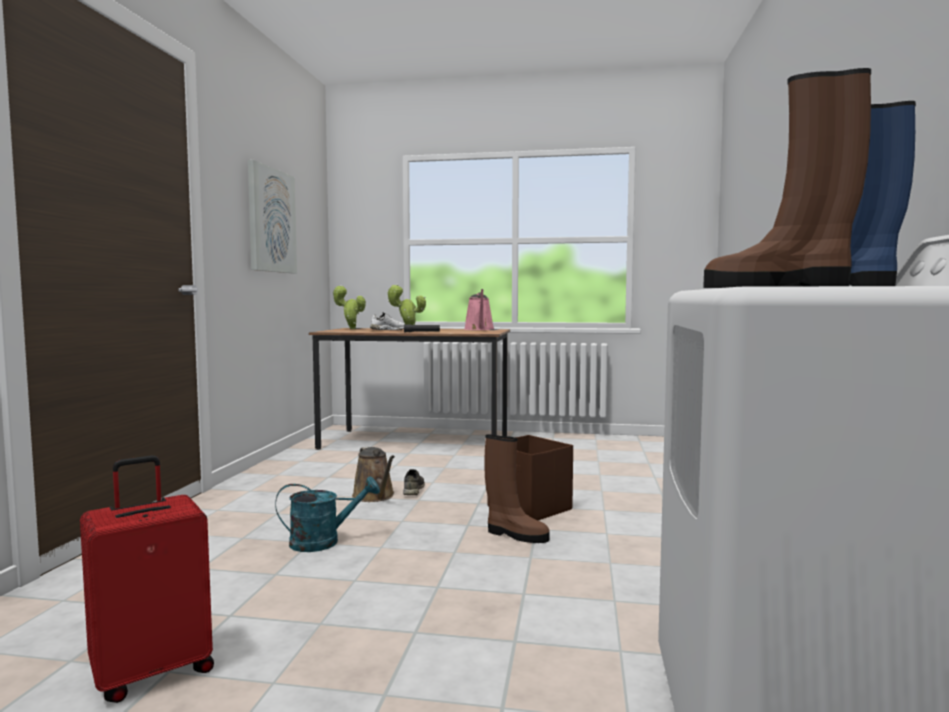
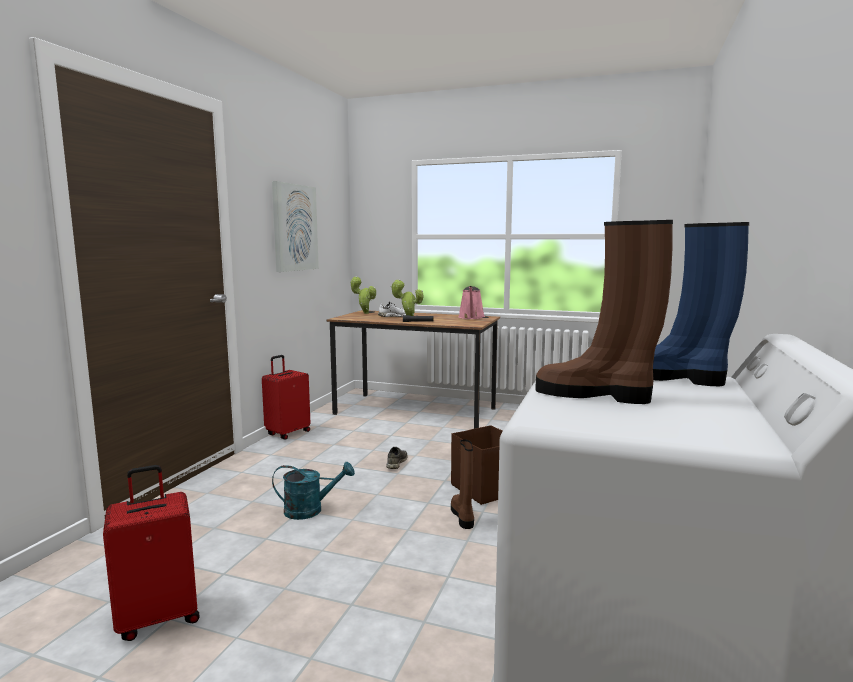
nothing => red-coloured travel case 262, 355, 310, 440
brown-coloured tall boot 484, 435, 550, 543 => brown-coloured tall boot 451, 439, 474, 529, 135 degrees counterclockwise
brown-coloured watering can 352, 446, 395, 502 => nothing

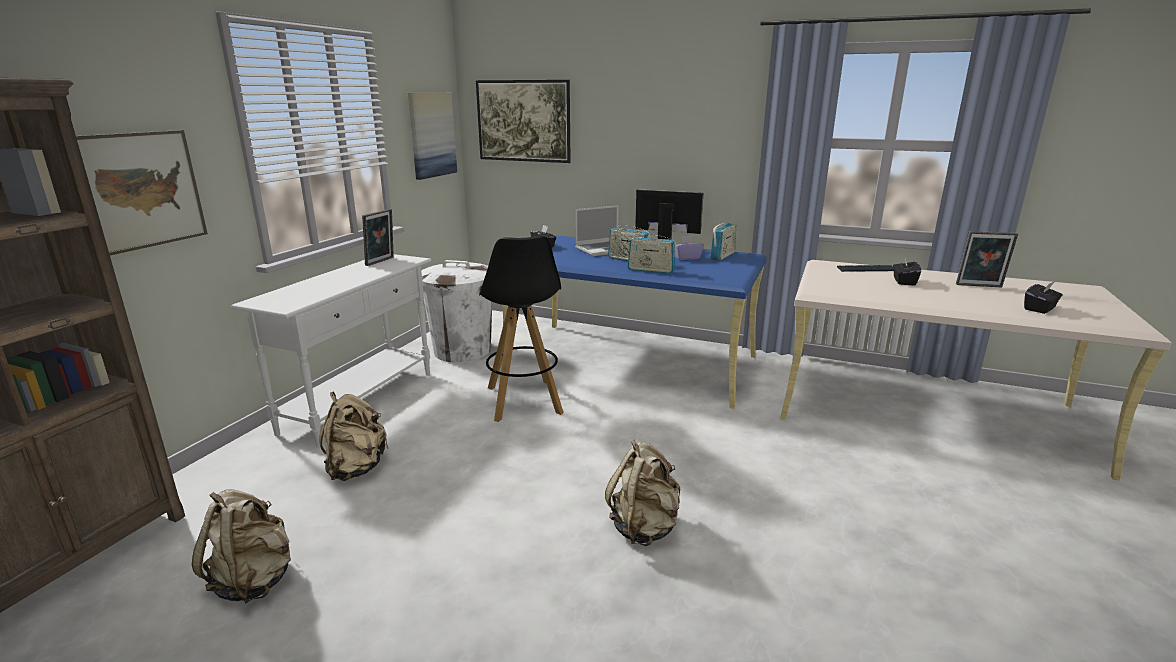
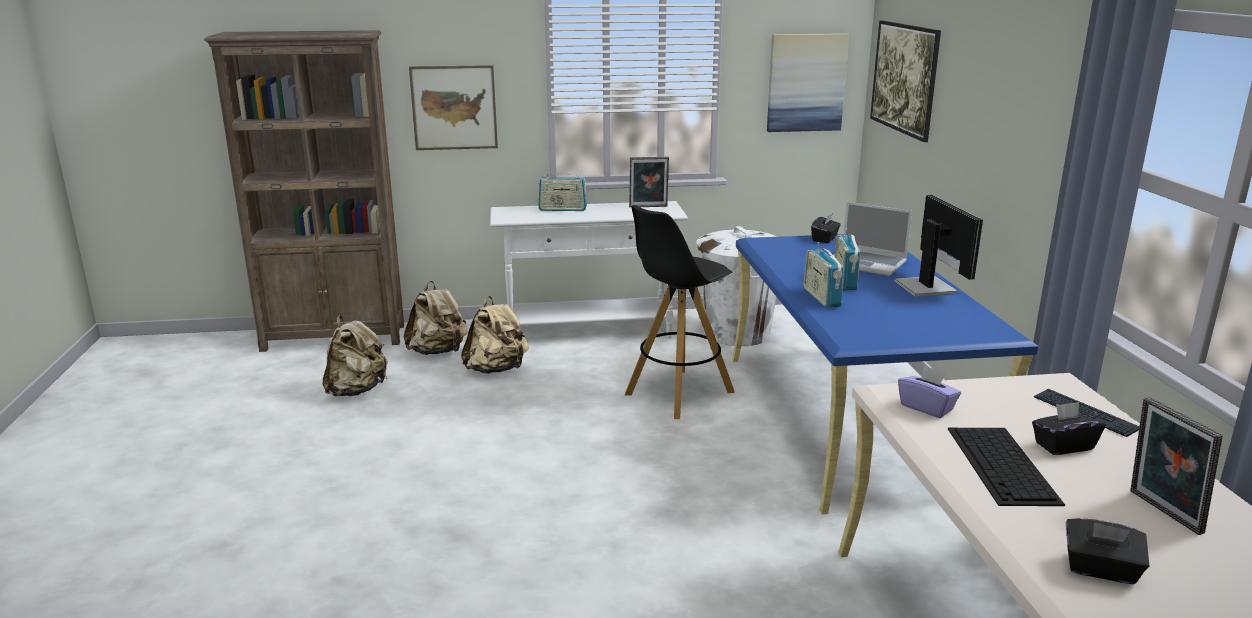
sand-coloured knapsack 605, 440, 680, 546 => sand-coloured knapsack 404, 281, 468, 355, move
radio set 710, 222, 737, 261 => radio set 538, 170, 587, 211, move
purple-coloured box of tissues 675, 235, 704, 260 => purple-coloured box of tissues 898, 365, 961, 418, move
nothing => computer keyboard 948, 428, 1065, 506

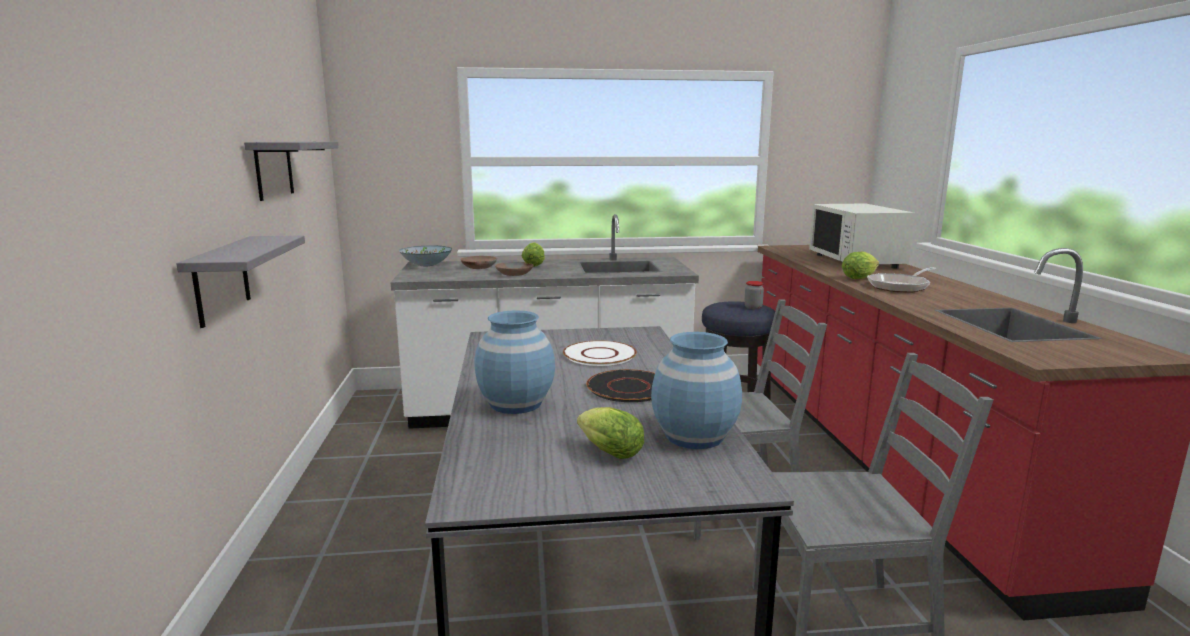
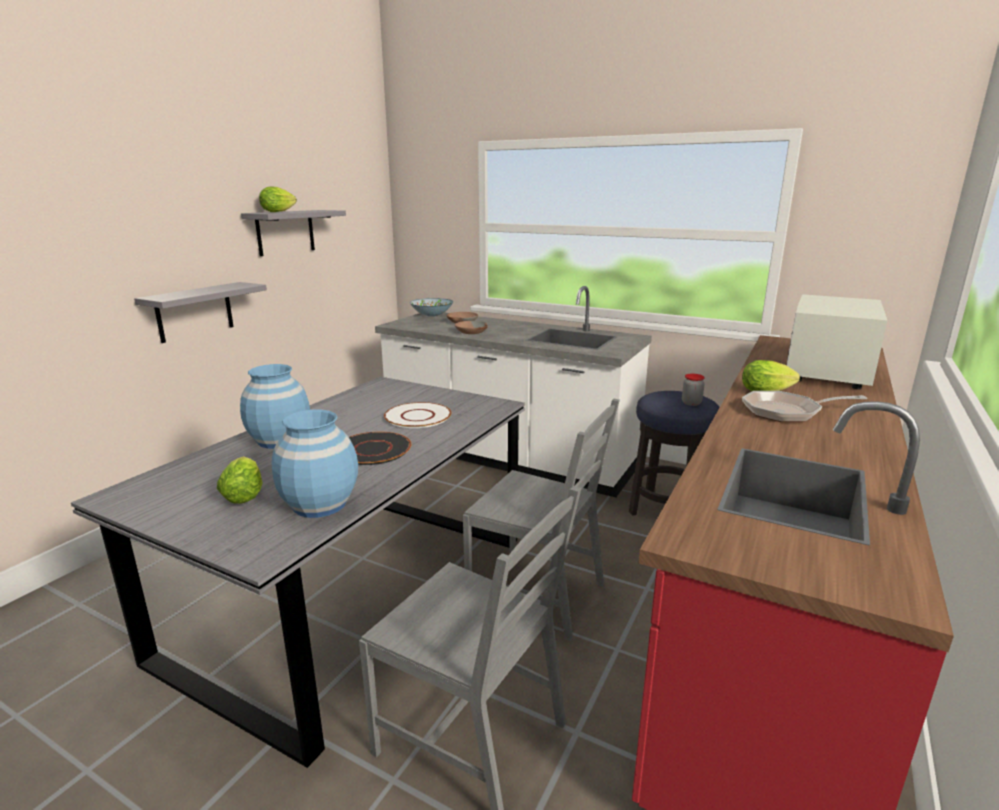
head of lettuce 521, 242, 545, 267 => head of lettuce 259, 187, 297, 212, move

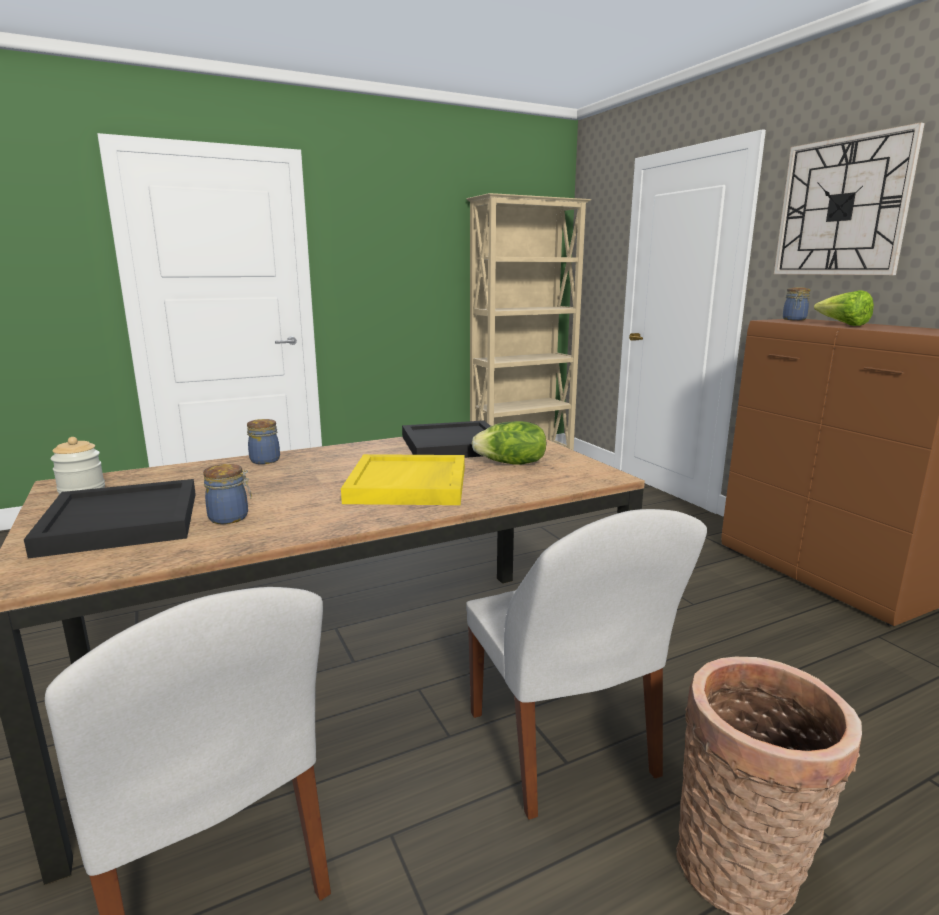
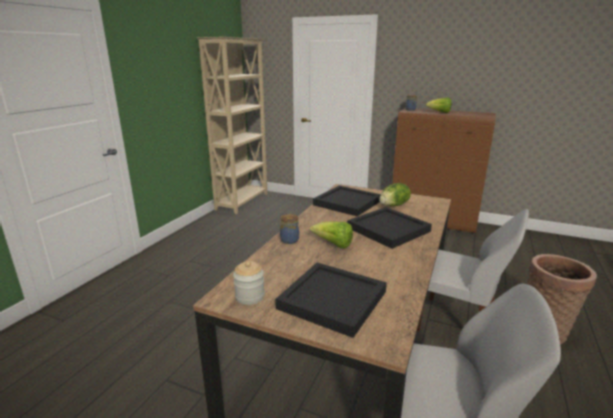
nothing => head of lettuce 310, 221, 353, 248
yellow serving tray 341, 454, 465, 505 => black serving tray 347, 207, 432, 249
preserve jar 203, 464, 252, 524 => nothing
hanging clock 774, 122, 925, 275 => nothing

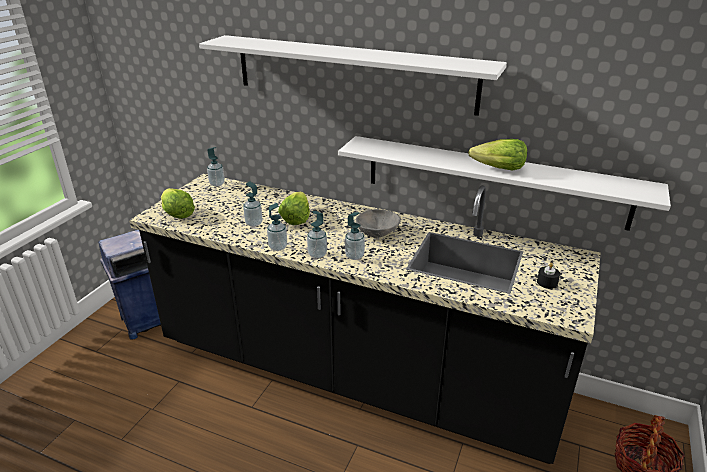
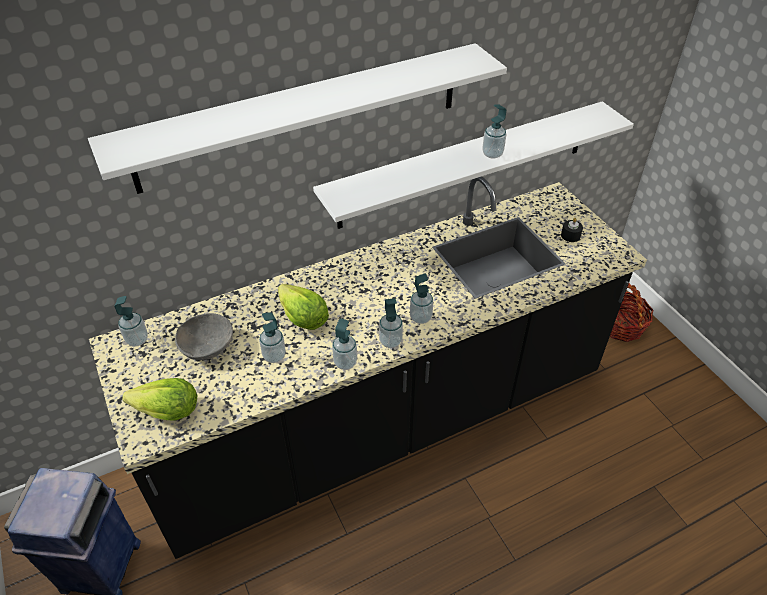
gray deep dish 356, 209, 400, 237 => gray deep dish 175, 313, 233, 360, move
head of lettuce 468, 139, 527, 171 => liquid soap bottle 482, 104, 506, 159

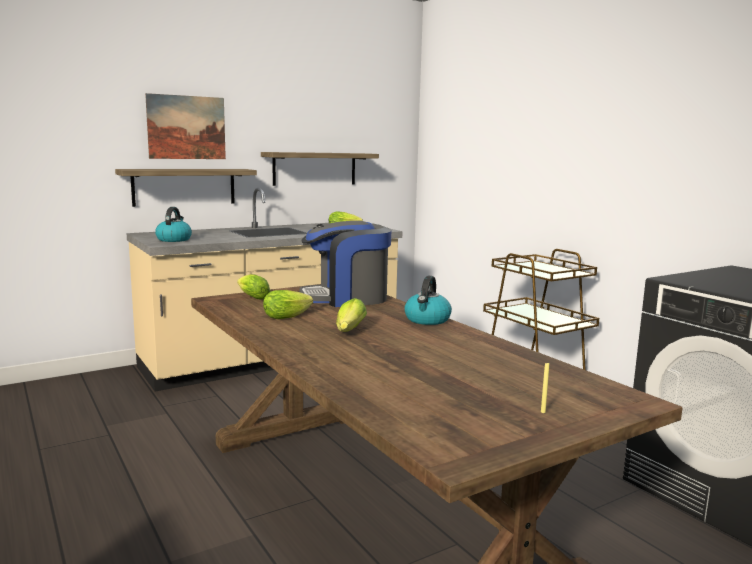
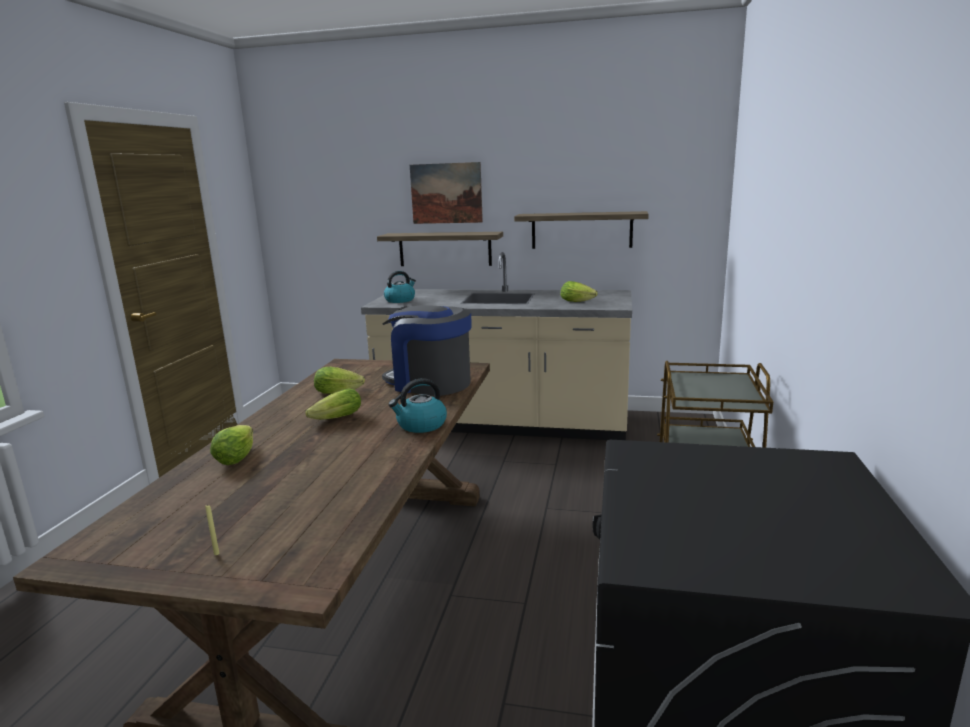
head of lettuce 237, 274, 270, 300 => head of lettuce 210, 425, 253, 465, move

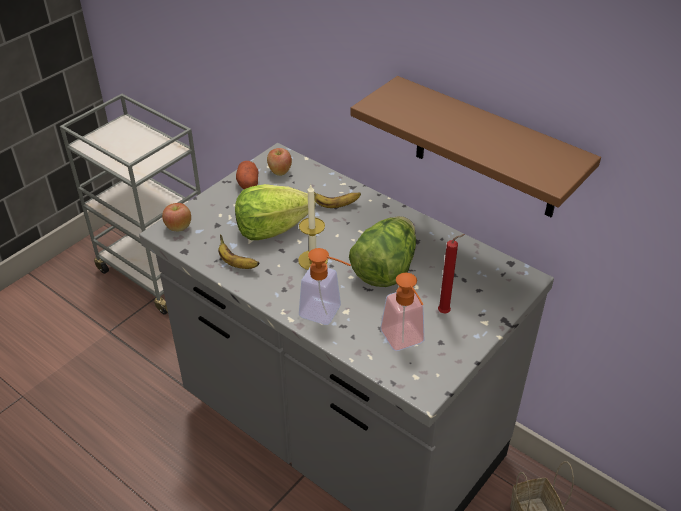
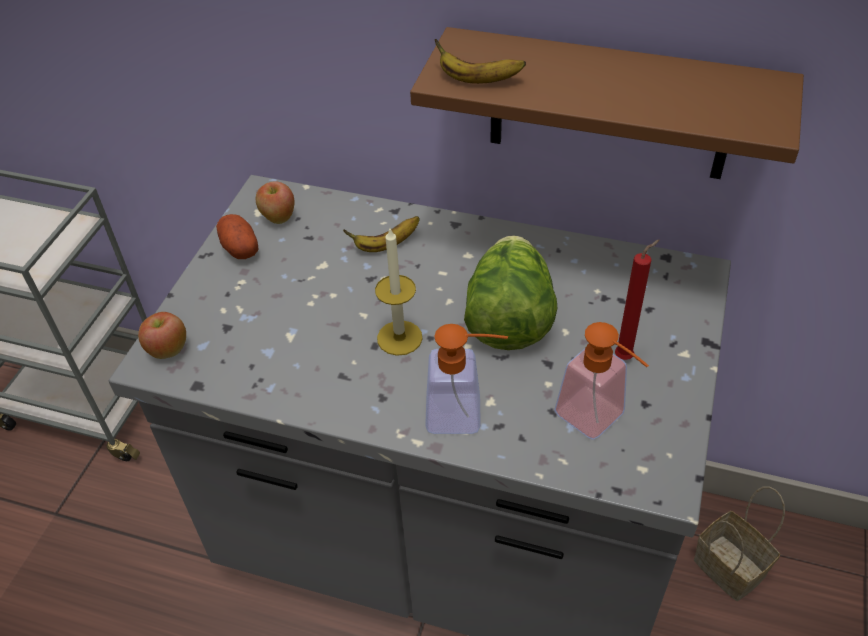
banana fruit 218, 234, 259, 269 => banana fruit 435, 39, 526, 84, move
head of lettuce 235, 184, 316, 240 => nothing

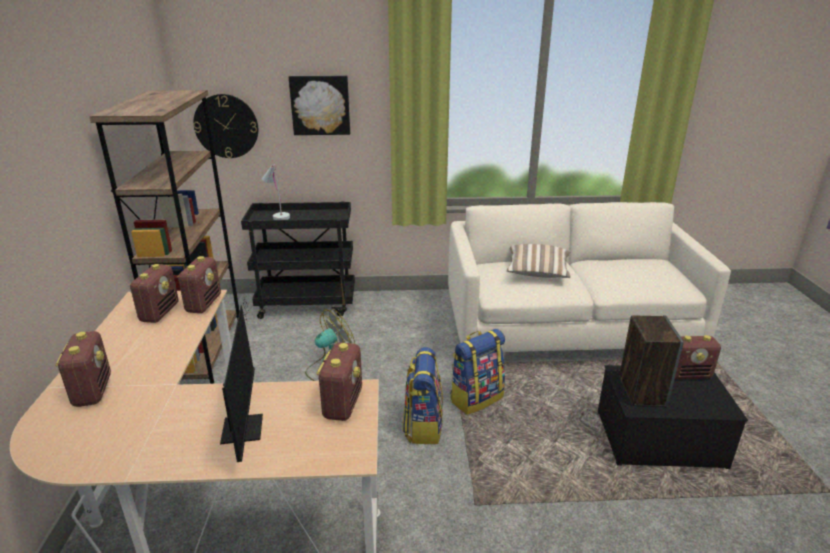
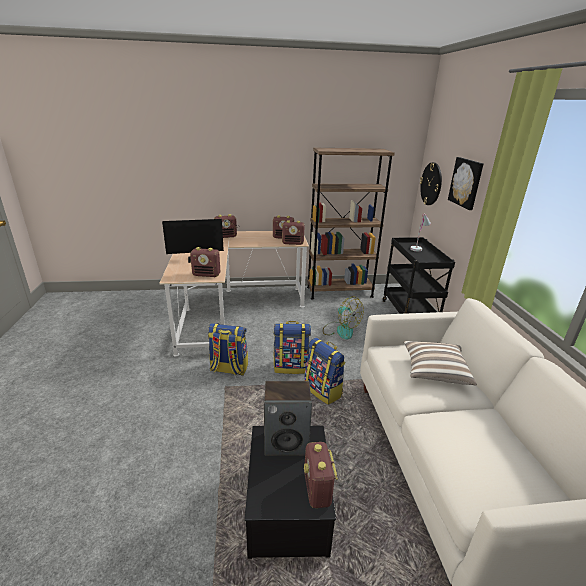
nothing => knapsack 208, 323, 248, 376

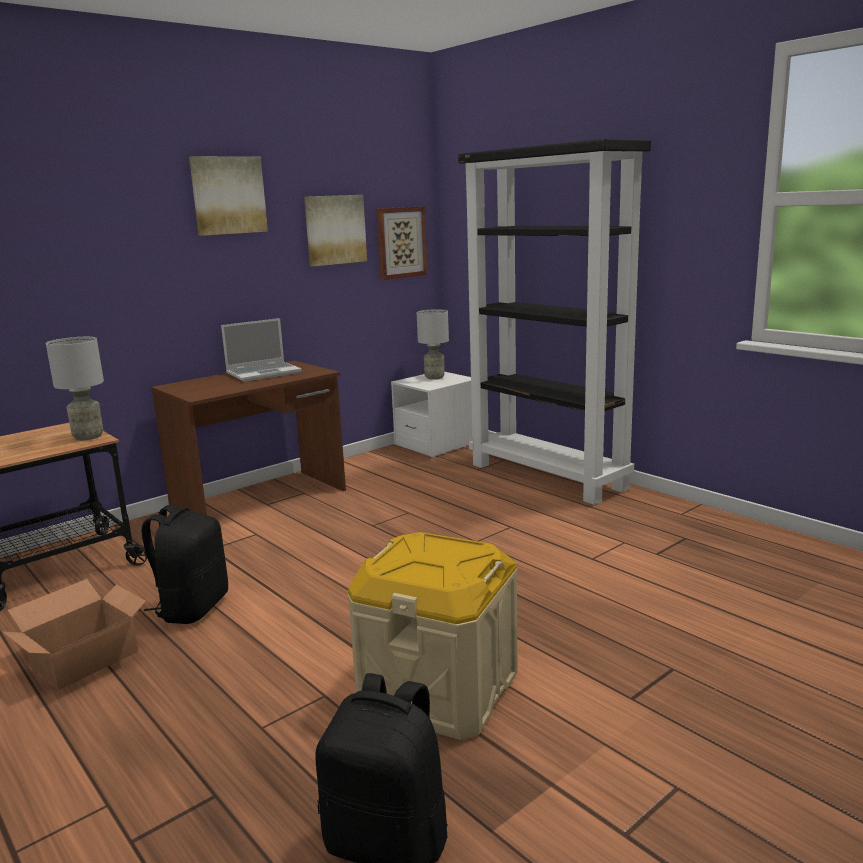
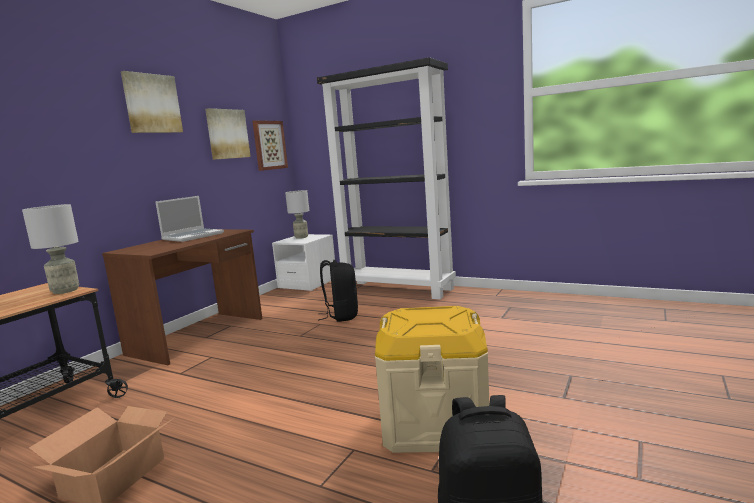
black knapsack 142, 505, 228, 624 => black knapsack 318, 260, 358, 322, move

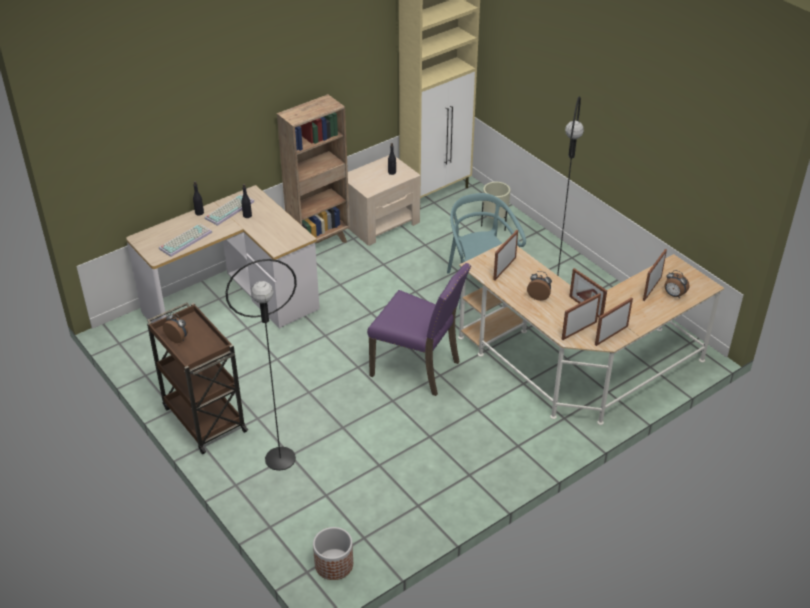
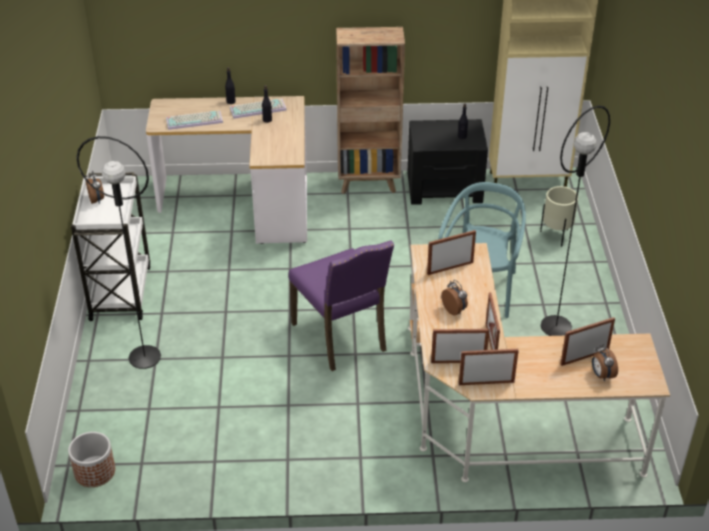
brown-coloured trolley 147, 302, 248, 454 => white trolley 71, 172, 151, 321
sand-coloured night table 348, 155, 420, 246 => black night table 407, 119, 488, 205

